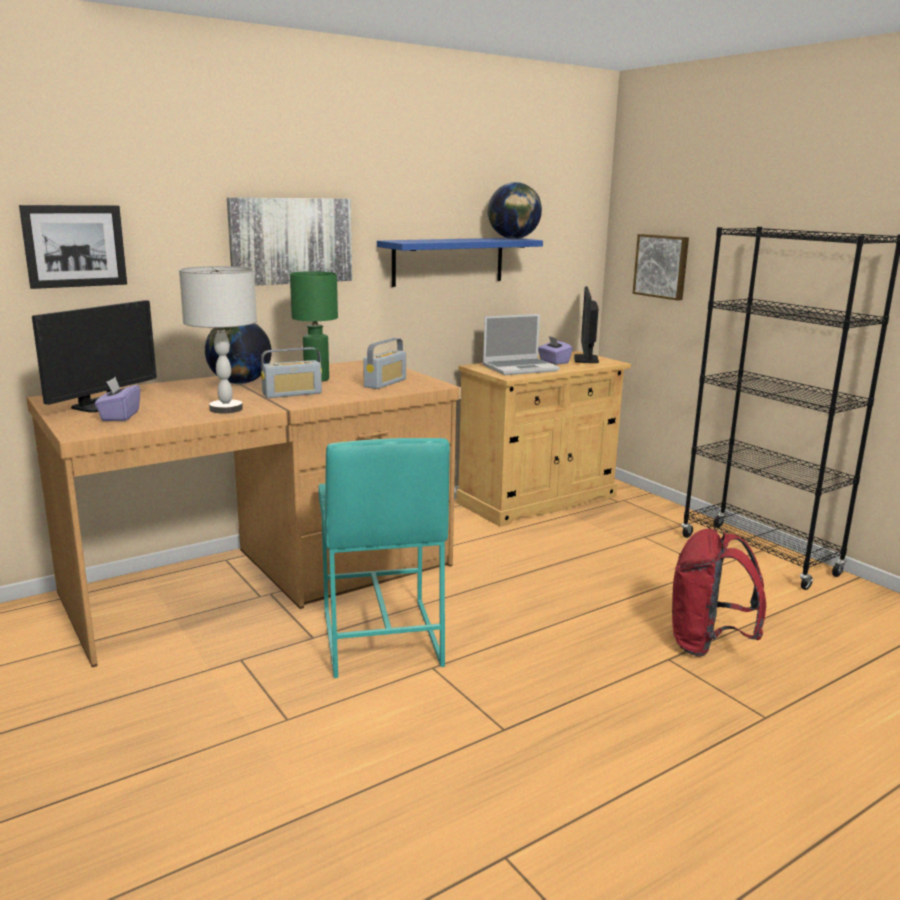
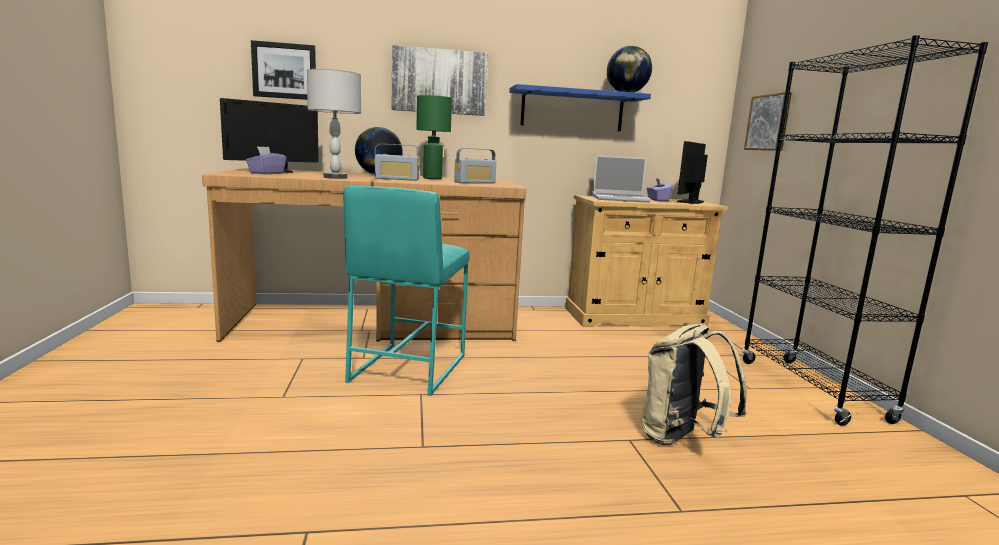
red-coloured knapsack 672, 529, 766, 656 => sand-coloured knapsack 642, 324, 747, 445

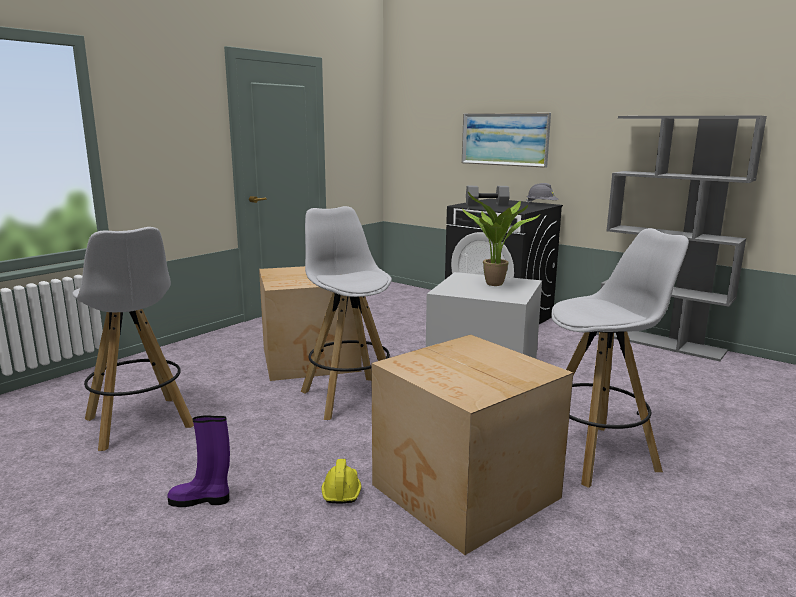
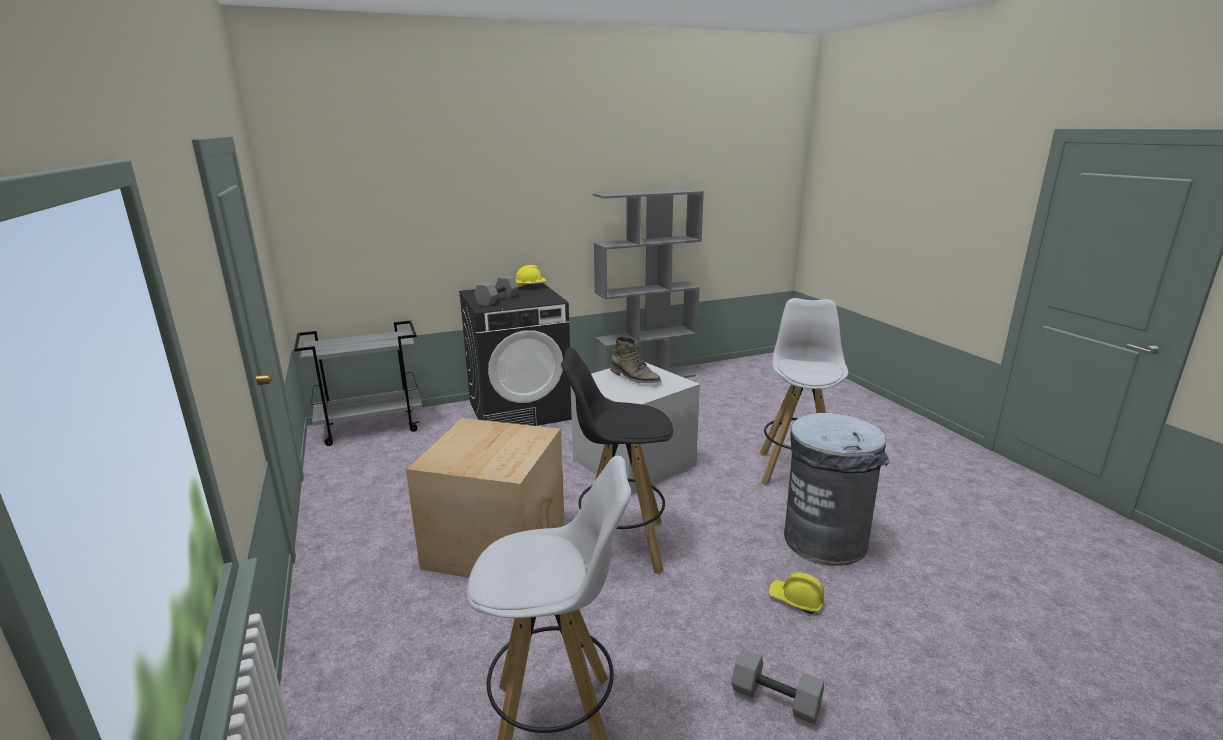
nothing => gray trolley 294, 320, 423, 446
gray work helmet 526, 183, 558, 204 => yellow work helmet 515, 265, 547, 287
white sitting stool 301, 206, 392, 420 => black sitting stool 561, 348, 673, 574
houseplant 462, 192, 540, 286 => green tall boot 610, 337, 661, 383
purple-coloured tall boot 167, 415, 230, 507 => gray free weight 731, 649, 824, 725
carton 371, 334, 573, 555 => gray trash can 784, 413, 889, 566
wall art 462, 113, 551, 168 => nothing

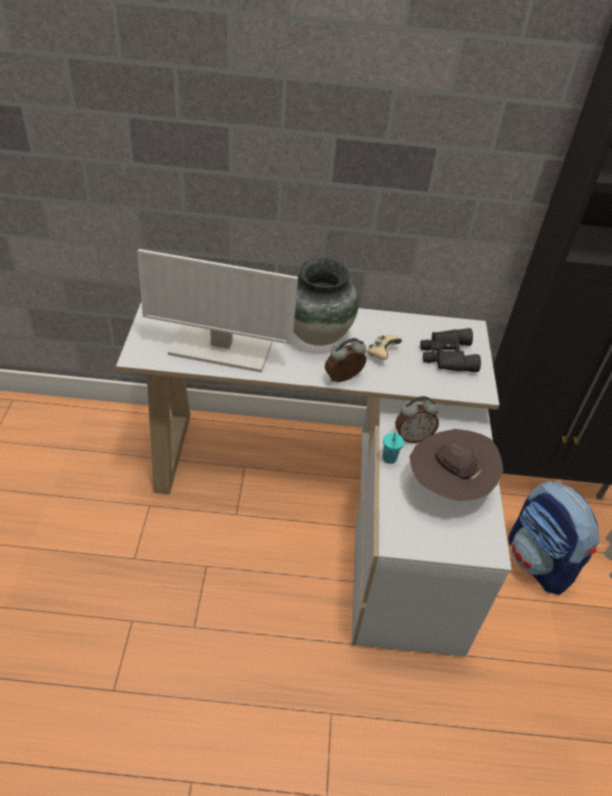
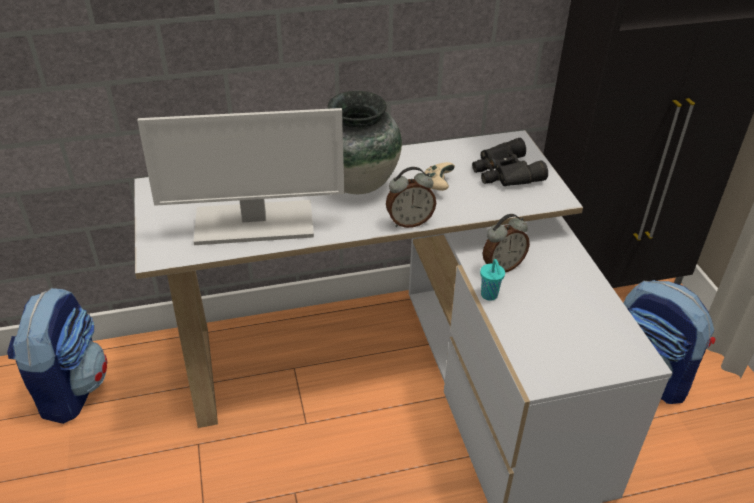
nothing => knapsack 7, 288, 108, 424
bedside clock 325, 338, 366, 382 => bedside clock 386, 167, 436, 228, 150 degrees counterclockwise
brown-coloured wearable hat 409, 429, 503, 501 => nothing

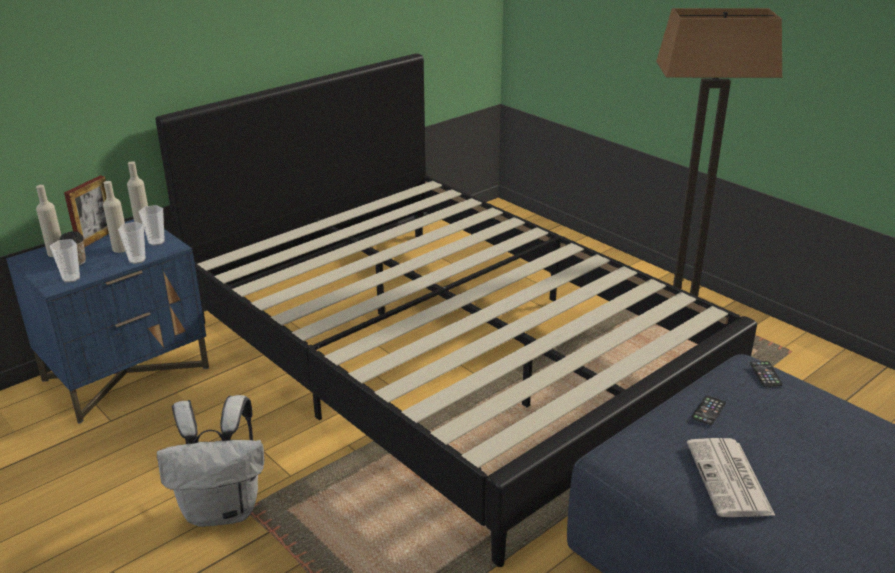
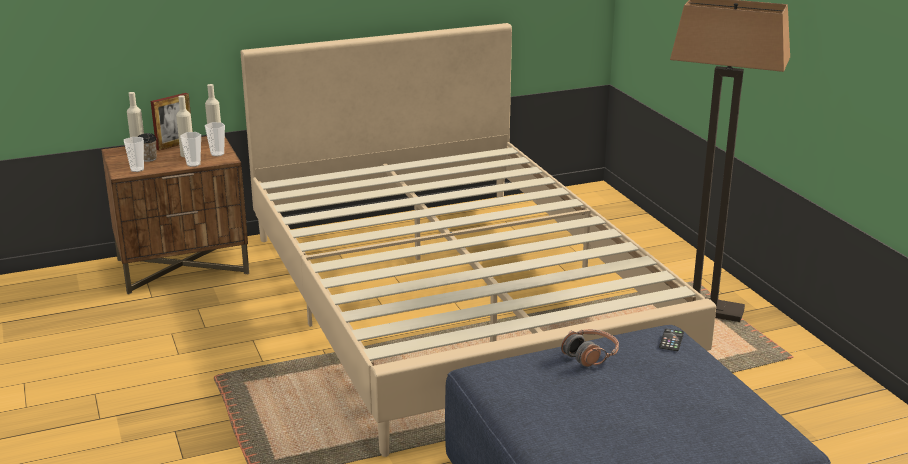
bluish night table 6, 219, 209, 423 => brown-coloured night table 101, 136, 249, 295
black bedroom bed 155, 53, 757, 567 => sand-coloured bedroom bed 241, 23, 716, 457
handset 692, 396, 726, 425 => headset 561, 329, 619, 367
white knapsack 157, 395, 264, 527 => nothing
daily paper 687, 438, 776, 517 => nothing

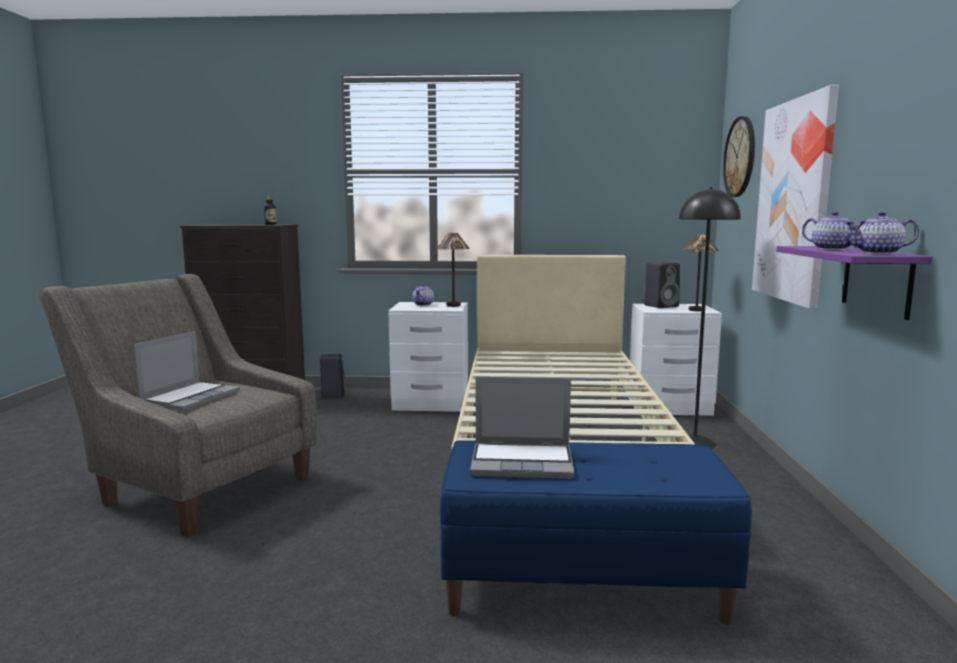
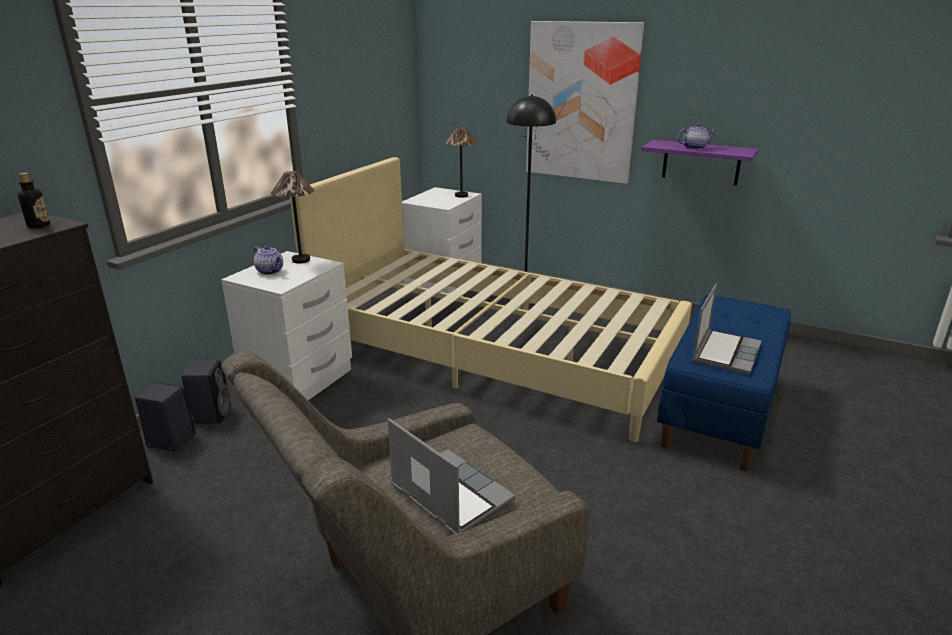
black loudspeaker 644, 262, 680, 308 => black loudspeaker 181, 360, 231, 424, move
hanging clock 723, 116, 755, 197 => nothing
tea pot 845, 212, 919, 254 => nothing

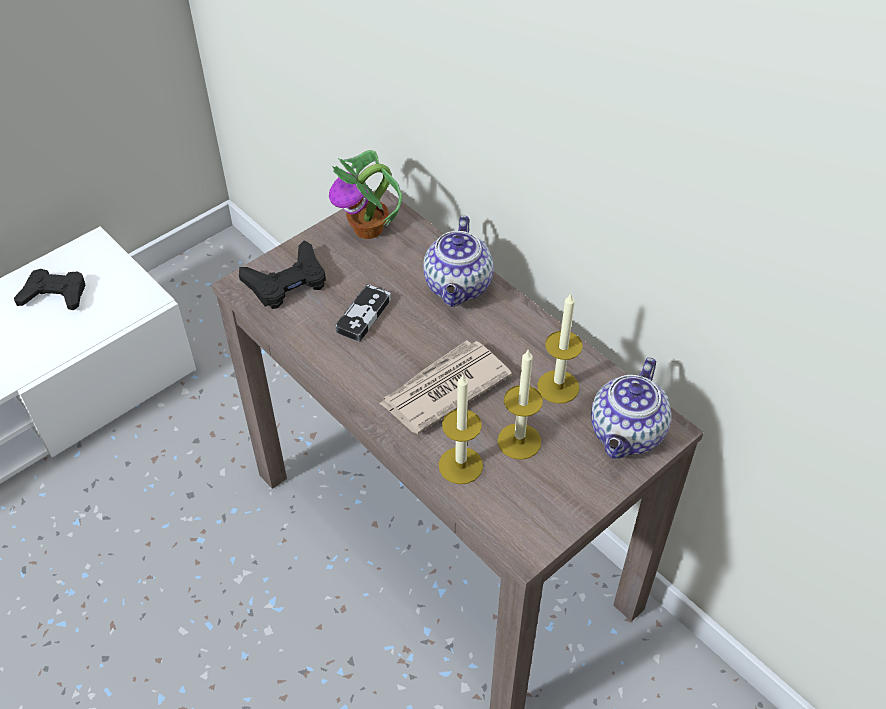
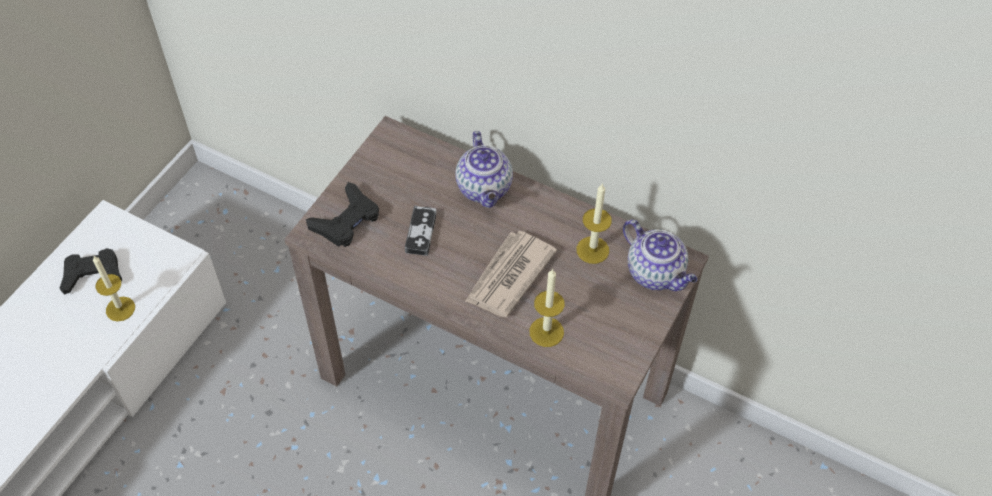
wax light 498, 350, 543, 460 => wax light 93, 256, 135, 322, move
tea pot 591, 357, 671, 459 => tea pot 623, 220, 697, 291, 45 degrees counterclockwise
houseplant 329, 150, 402, 239 => nothing

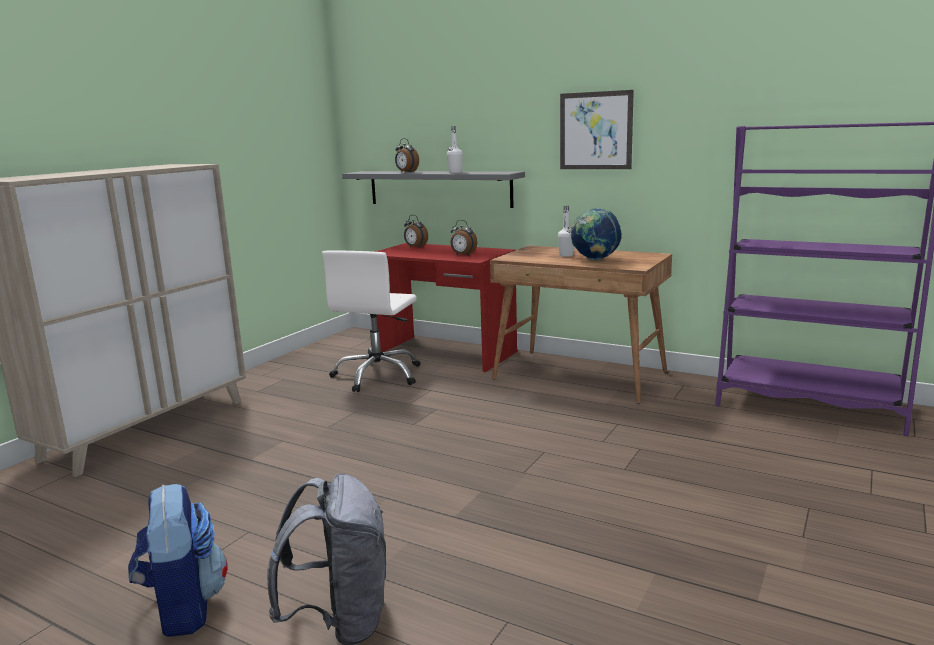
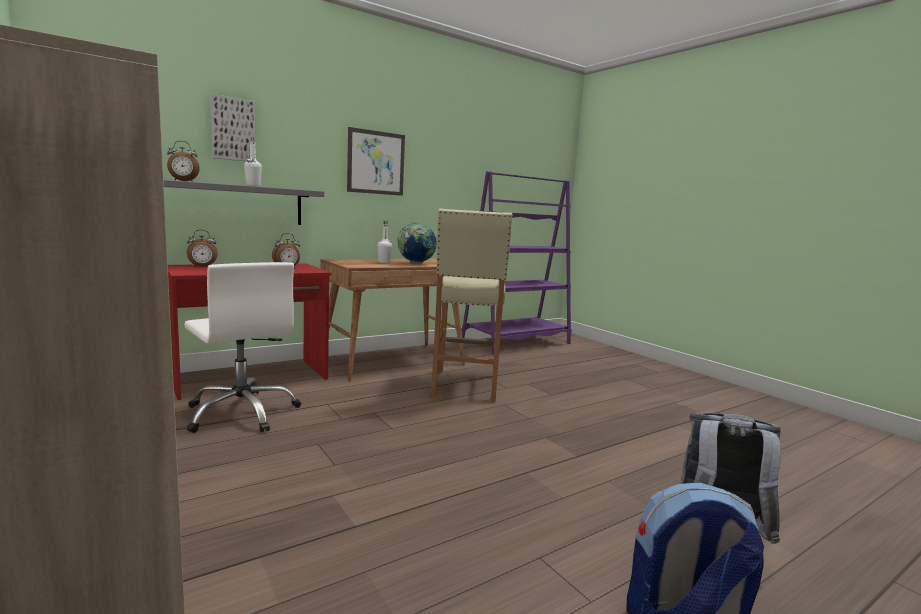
nothing => wall art 211, 94, 255, 162
nothing => sand-coloured sitting stool 431, 208, 512, 402

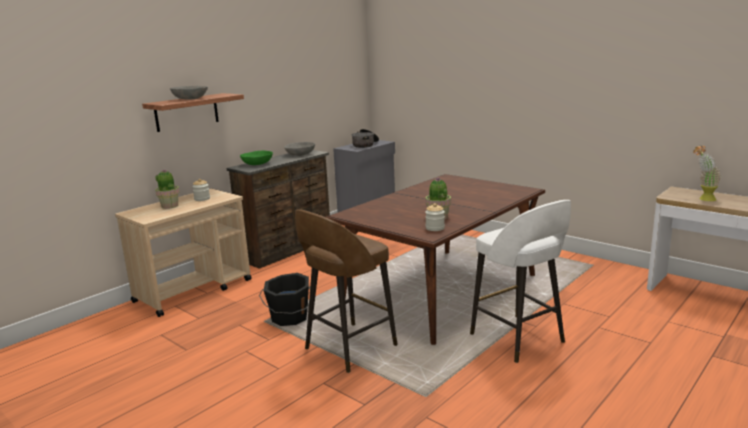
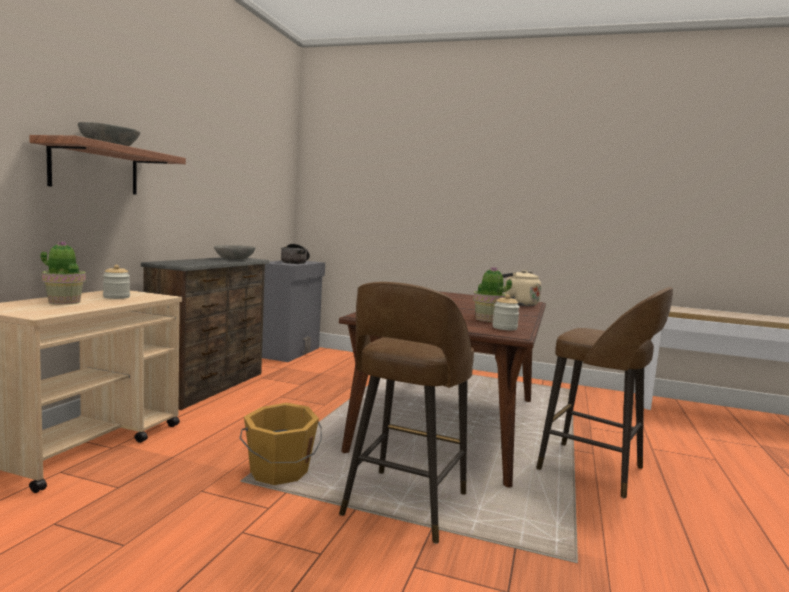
black pail 259, 273, 310, 326 => orange-coloured pail 239, 403, 322, 485
nothing => sand-coloured tea kettle 502, 270, 541, 306
white sitting stool 470, 200, 571, 363 => brown-coloured sitting stool 536, 287, 673, 498
green deep dish 240, 151, 273, 165 => nothing
houseplant 693, 145, 721, 201 => nothing

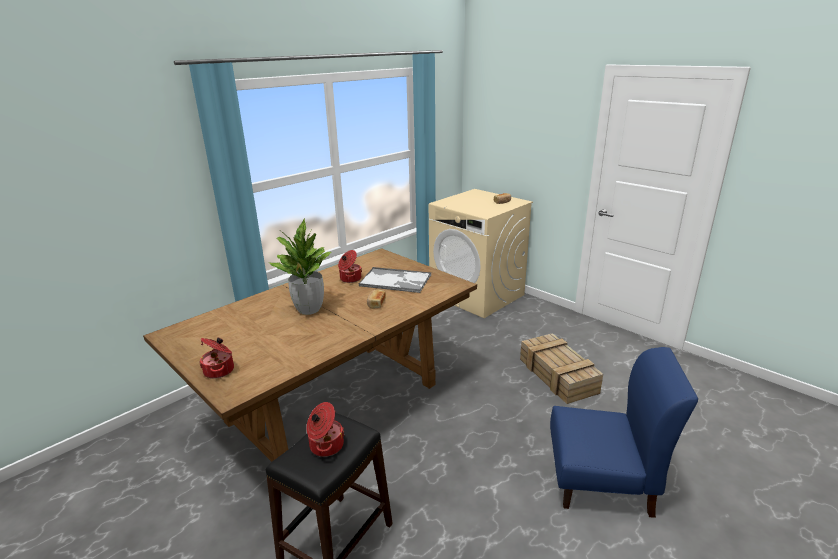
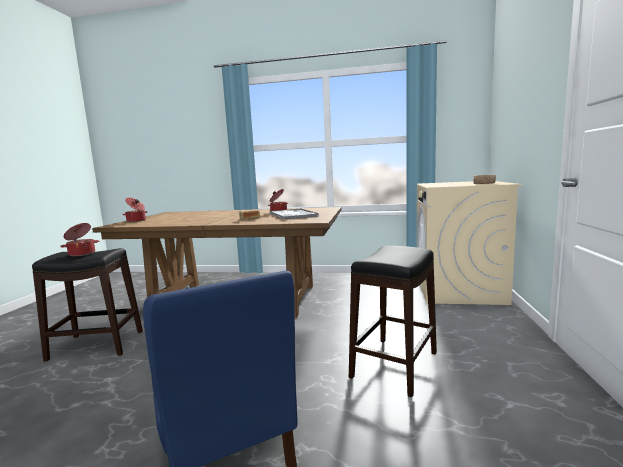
shipping crate 520, 333, 603, 404 => black sitting stool 349, 246, 437, 397
houseplant 269, 218, 331, 315 => nothing

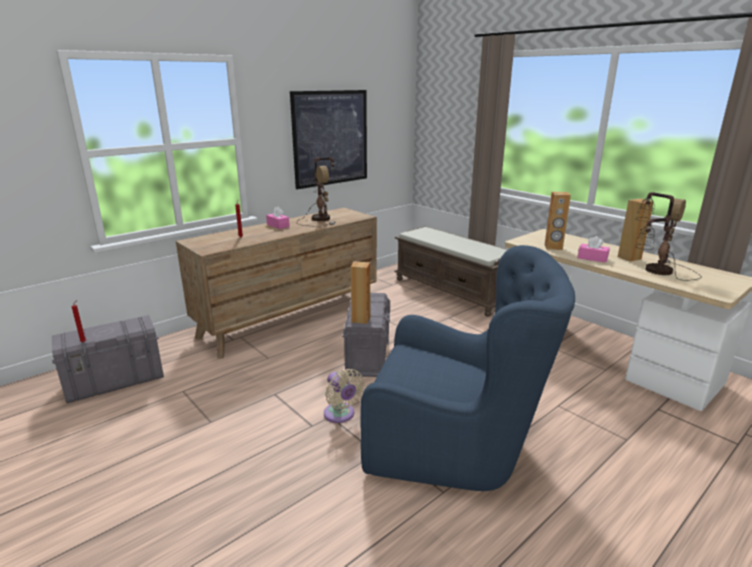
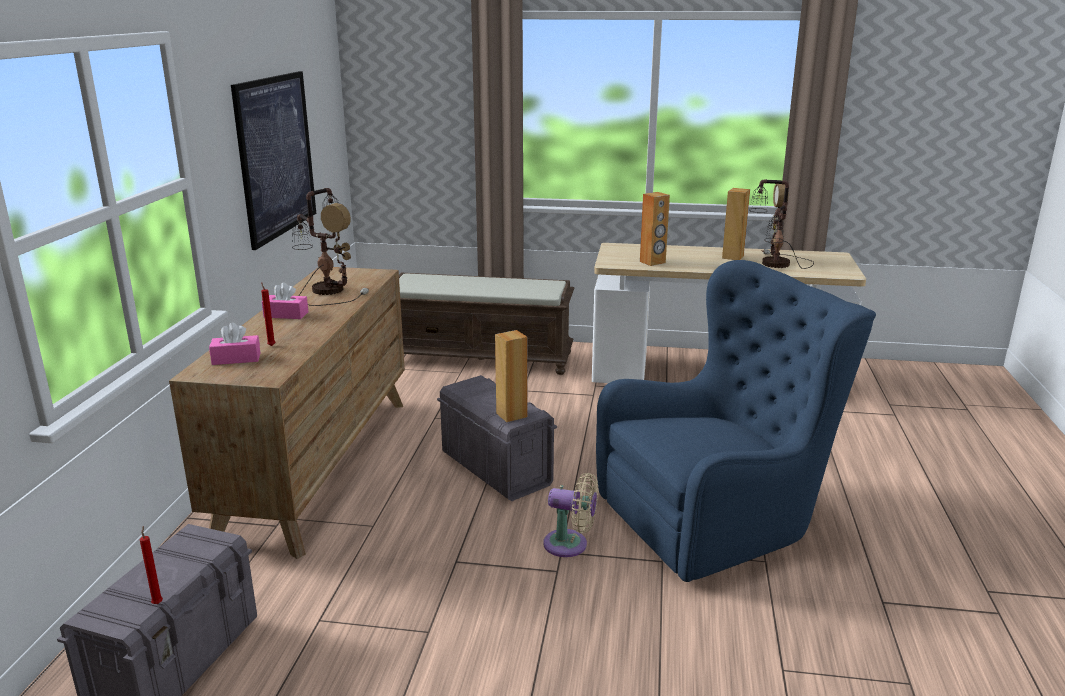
pinkish box of tissues 578, 236, 610, 263 => pinkish box of tissues 209, 323, 260, 365, move

